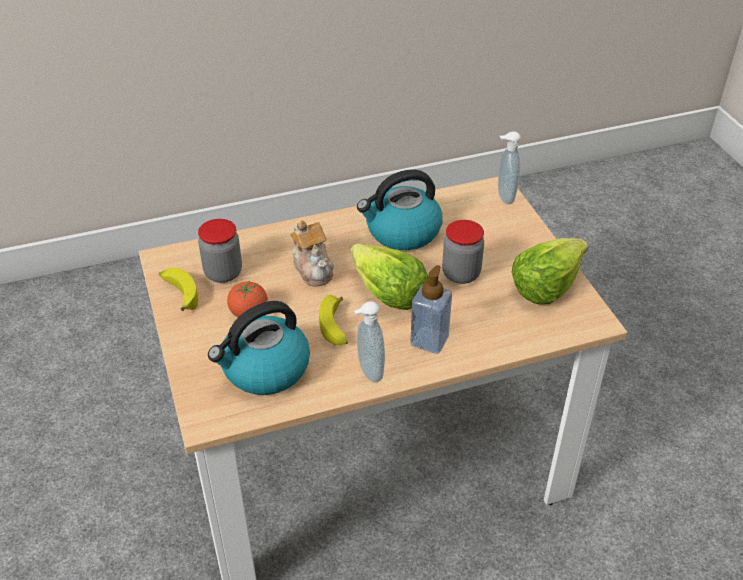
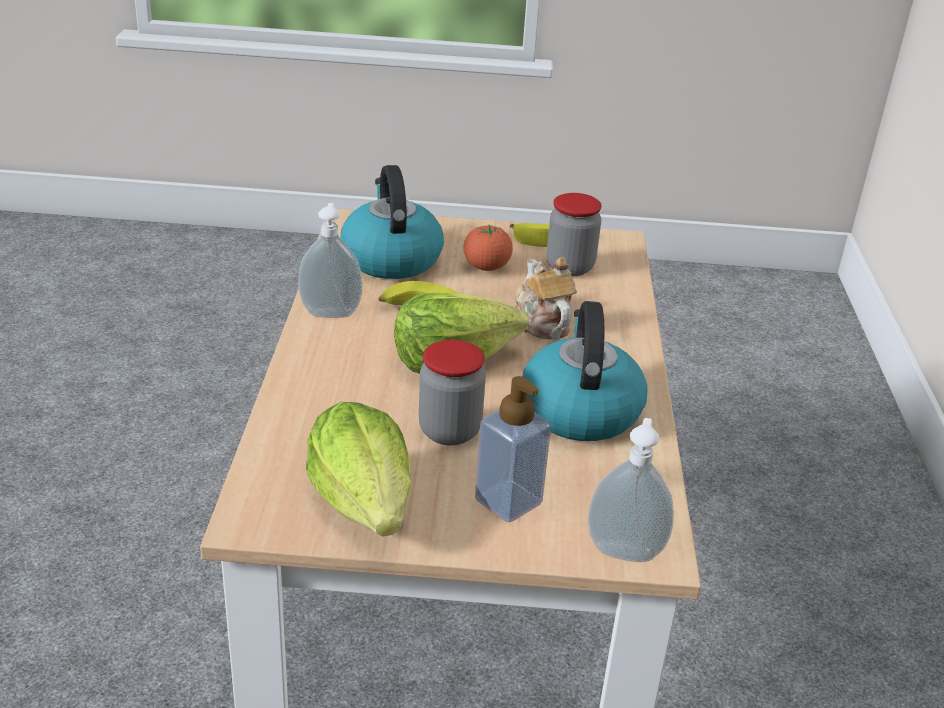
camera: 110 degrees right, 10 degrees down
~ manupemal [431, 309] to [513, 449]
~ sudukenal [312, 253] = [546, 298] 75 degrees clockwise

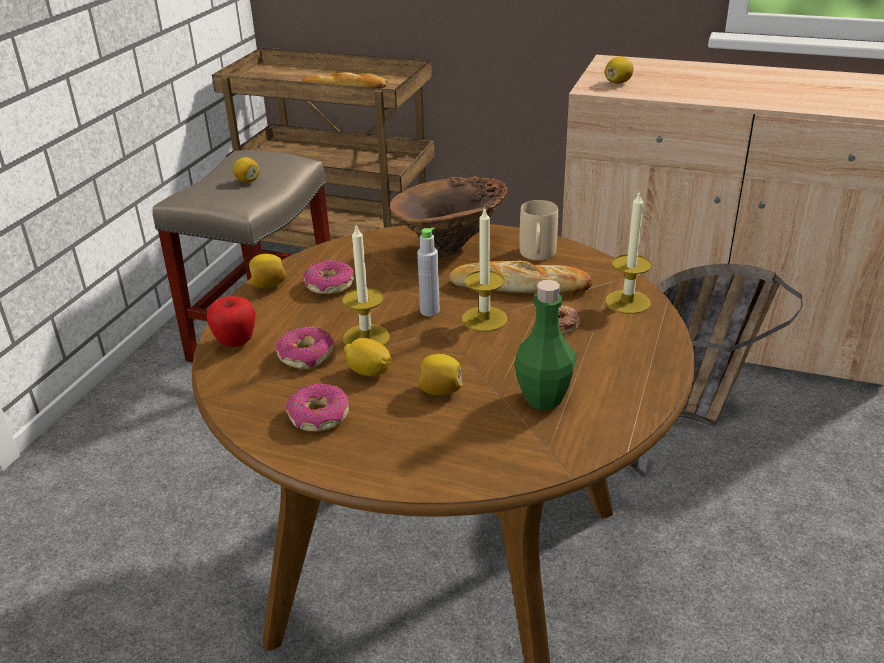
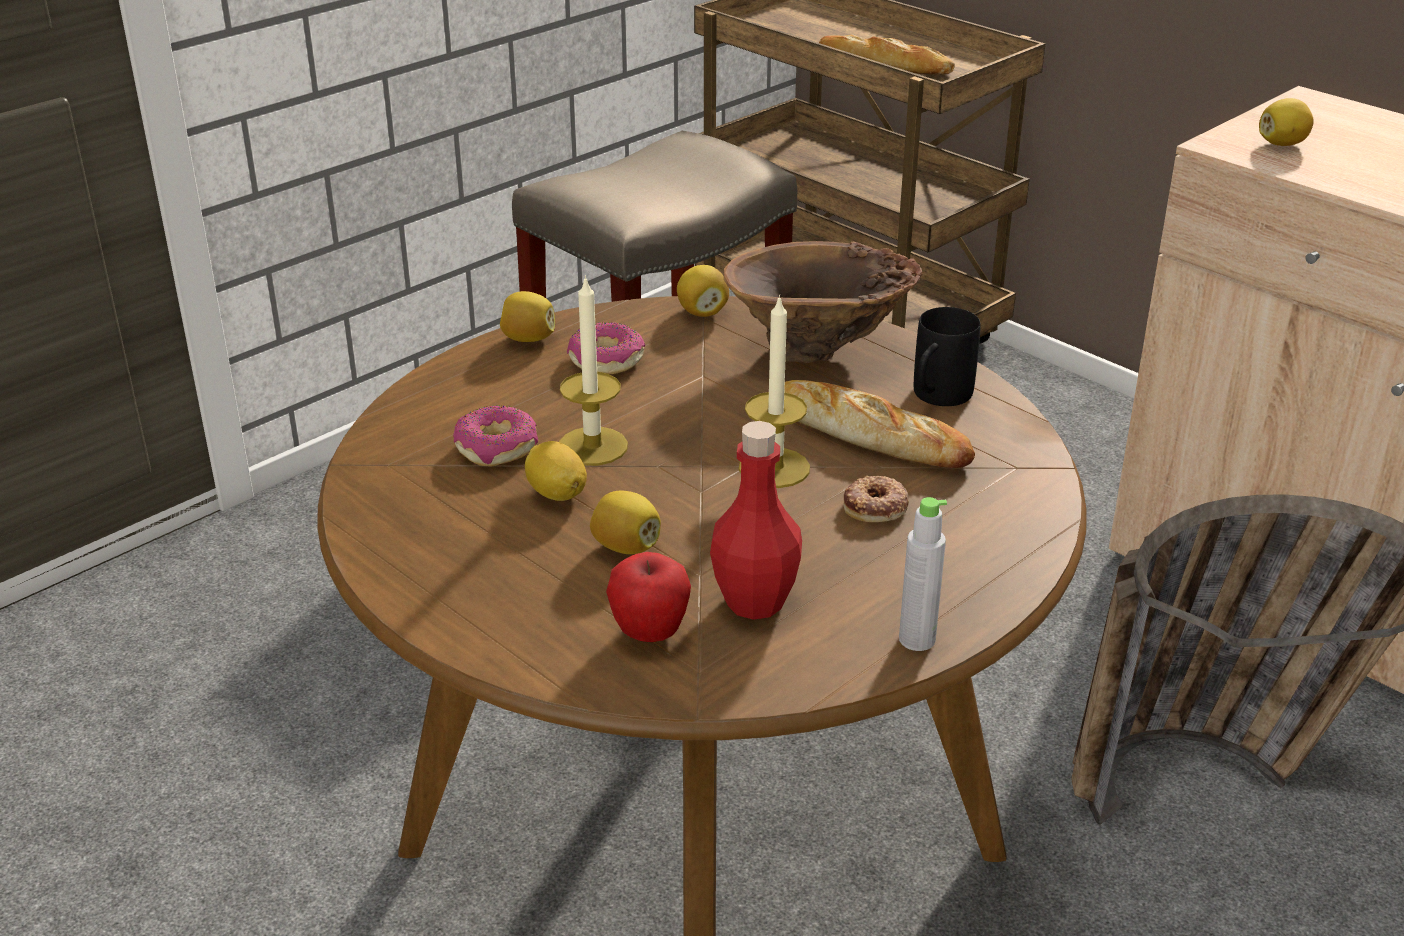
camera: 25 degrees right, 0 degrees up
~ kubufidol [231, 321] to [648, 597]
~ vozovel [246, 170] to [703, 291]
~ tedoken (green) [545, 345] to tedoken (red) [756, 520]
~ tedoken (grey) [428, 272] to [923, 574]
~ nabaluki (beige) [539, 230] to nabaluki (black) [947, 356]
- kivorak [317, 407]
- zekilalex [628, 252]

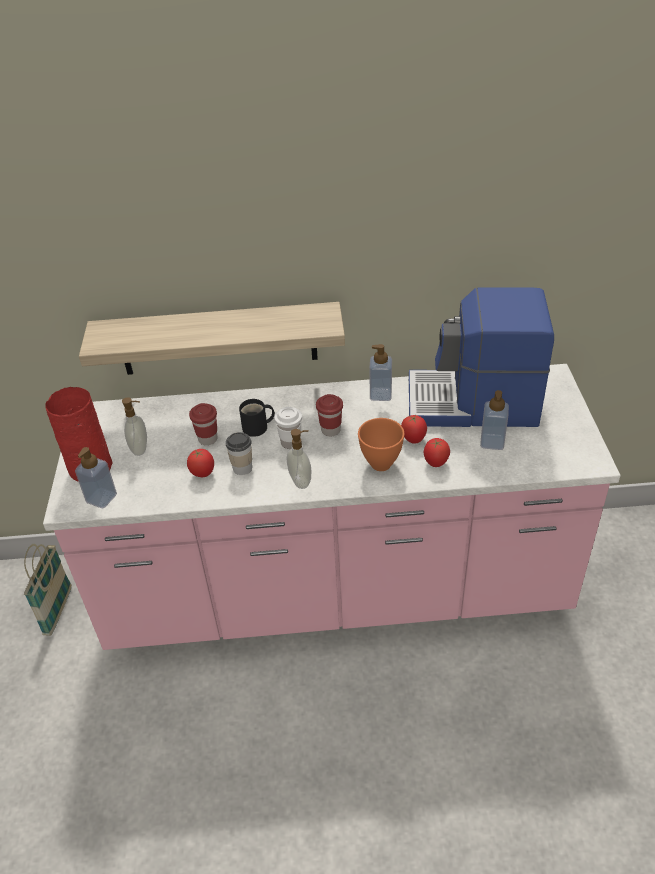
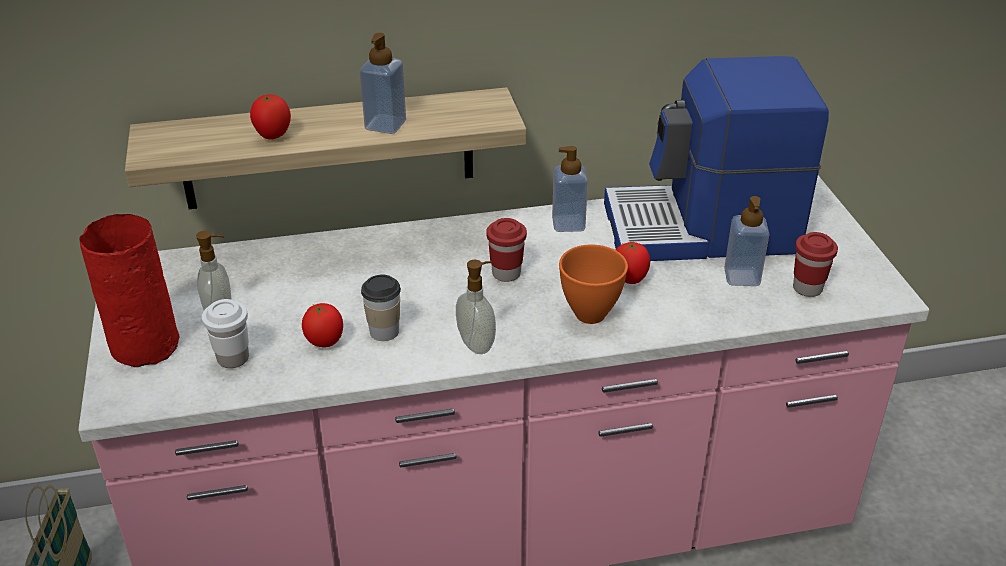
camera: 10 degrees left, 5 degrees down
~ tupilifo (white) [288, 428] to [225, 333]
~ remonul [437, 452] to [270, 117]
~ manupemal [96, 477] to [383, 83]
~ tupilifo (red) [203, 424] to [815, 264]
- nabaluki (black) [257, 418]

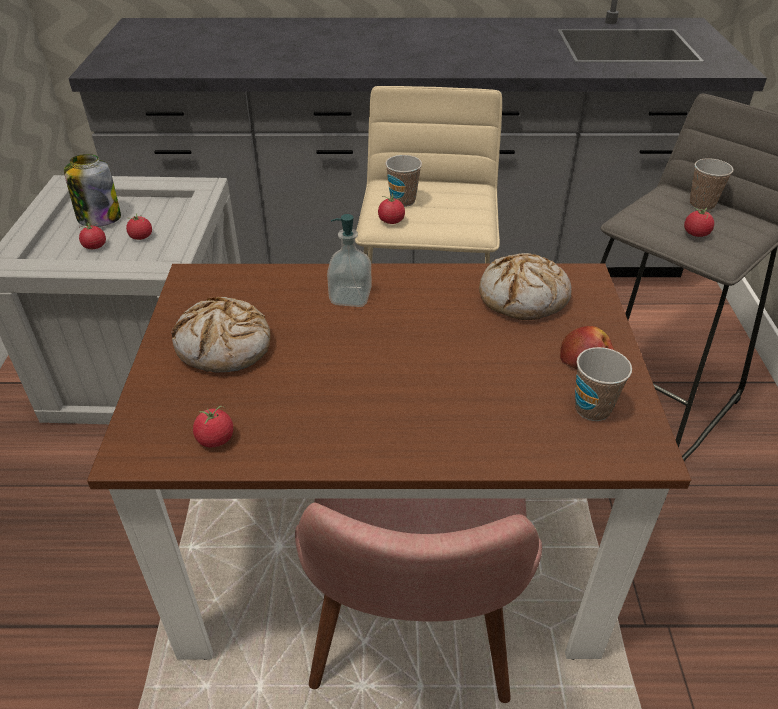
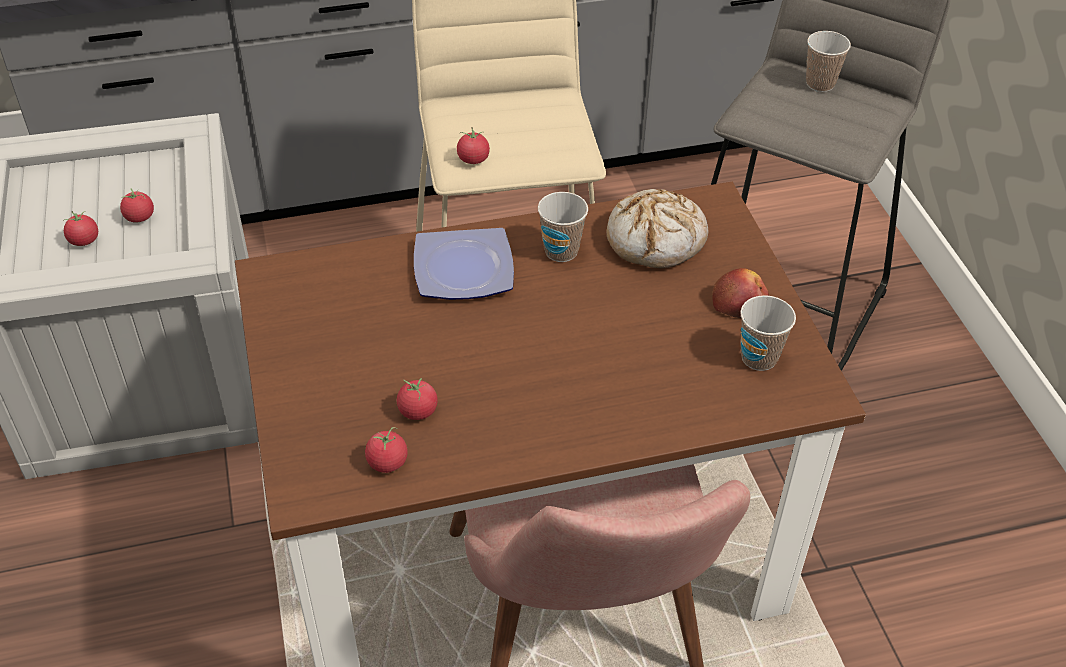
camera: 15 degrees left, 5 degrees up
~ remonul [699, 222] to [417, 399]
~ manupemal [349, 260] to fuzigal [464, 264]
~ tupilifo [403, 181] to [563, 227]
- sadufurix [92, 190]
- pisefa [221, 334]

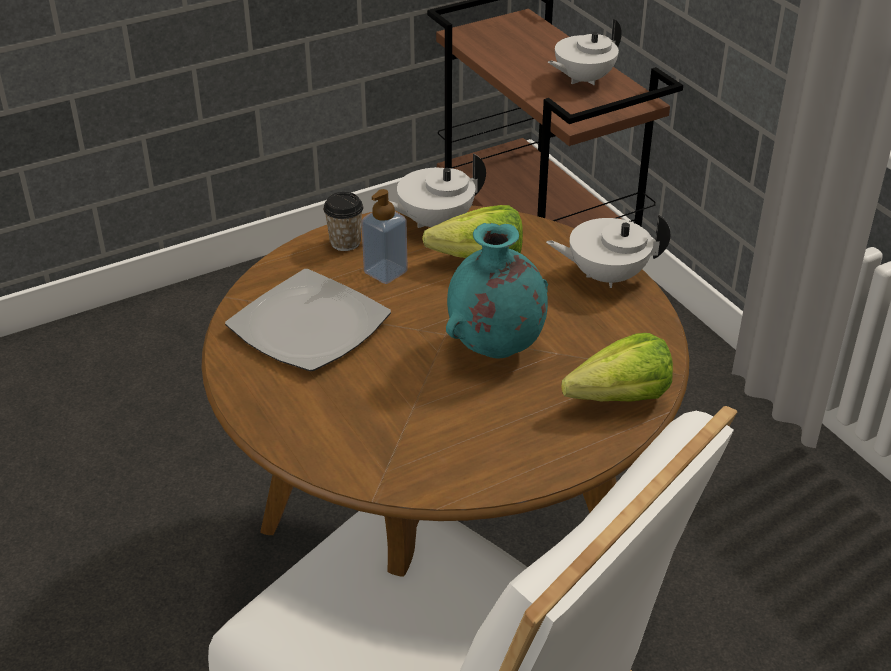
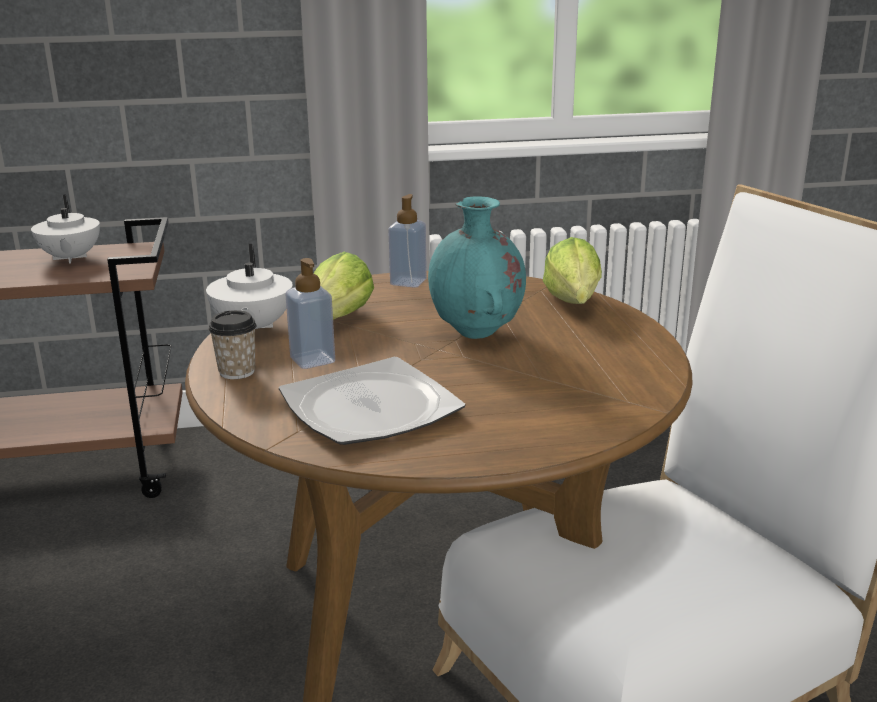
camera: 70 degrees left, 15 degrees down
~ sudukenal (white) [608, 251] to manupemal [407, 241]

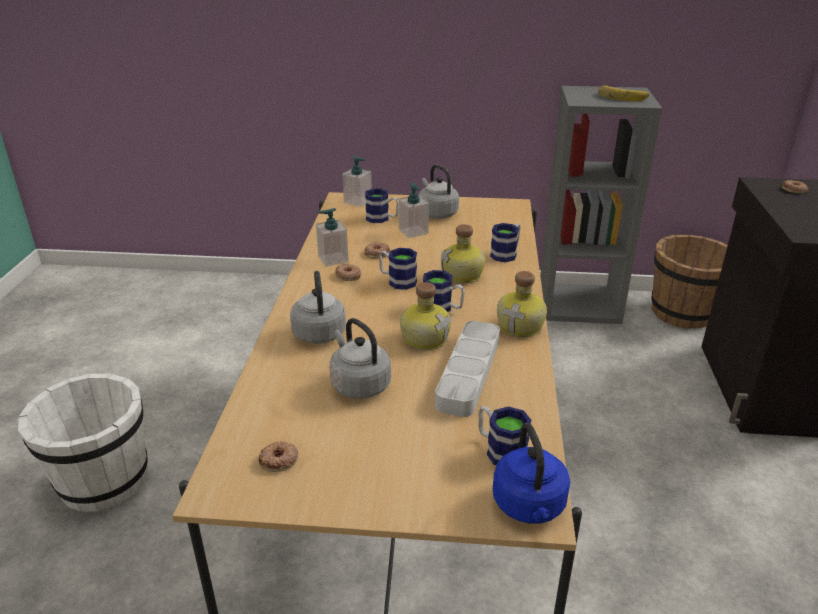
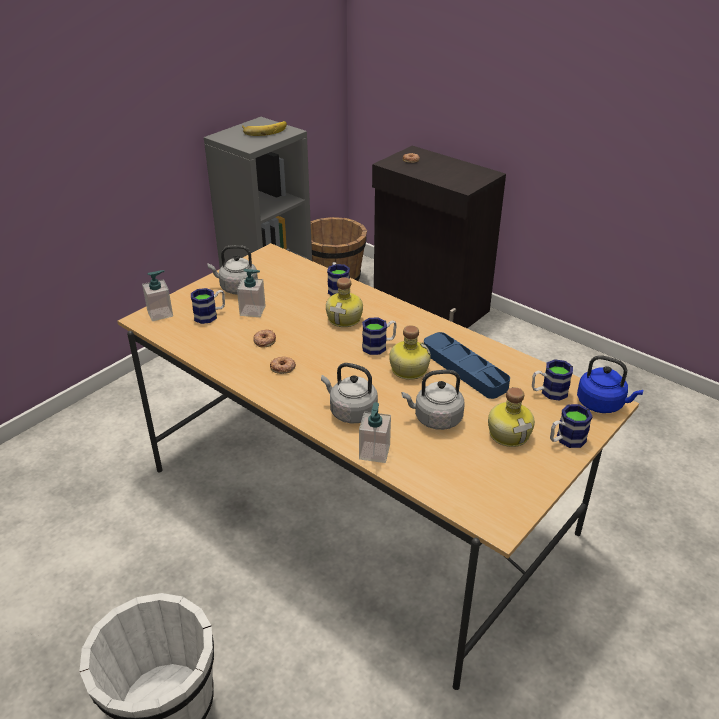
camera: 55 degrees left, 5 degrees up
~ manupemal [332, 237] to [375, 432]
~ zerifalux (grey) [467, 369] to zerifalux (blue) [467, 365]
~ tedoken [522, 304] to [511, 417]
~ nabaluki [398, 269] to [571, 426]
- kivorak [278, 456]

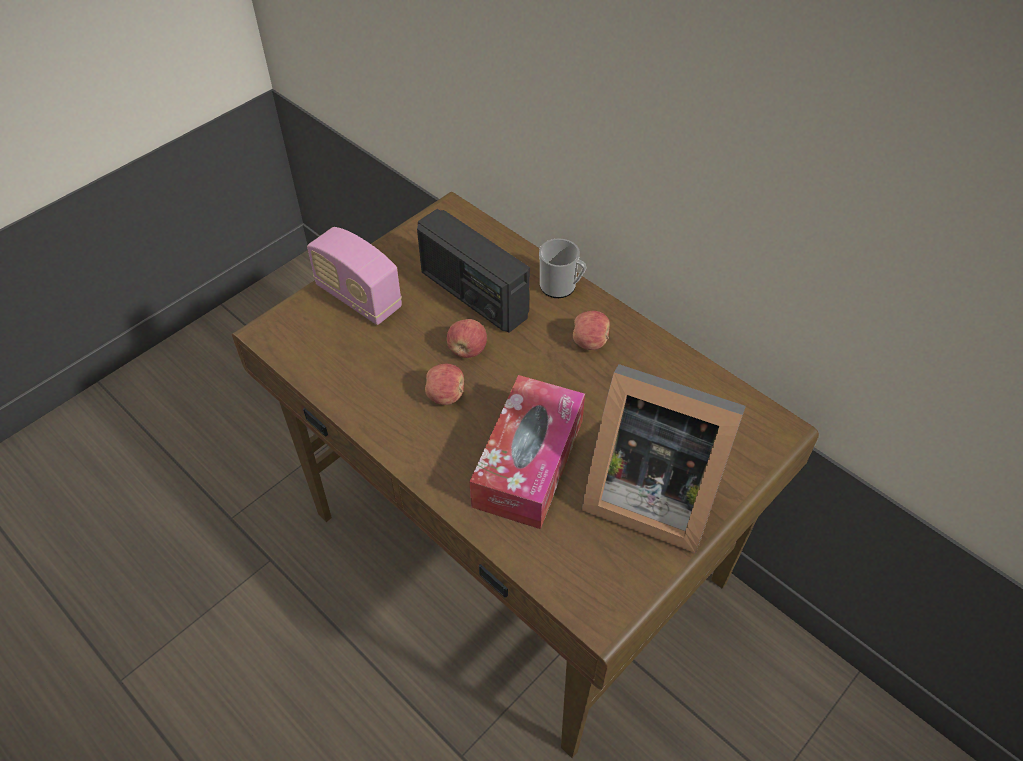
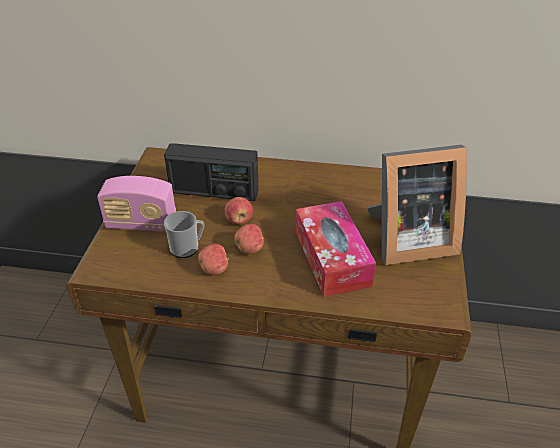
camera: 35 degrees left, 10 degrees down
~ nabaluki [562, 268] to [184, 234]
~ kubufidol [591, 330] to [213, 259]

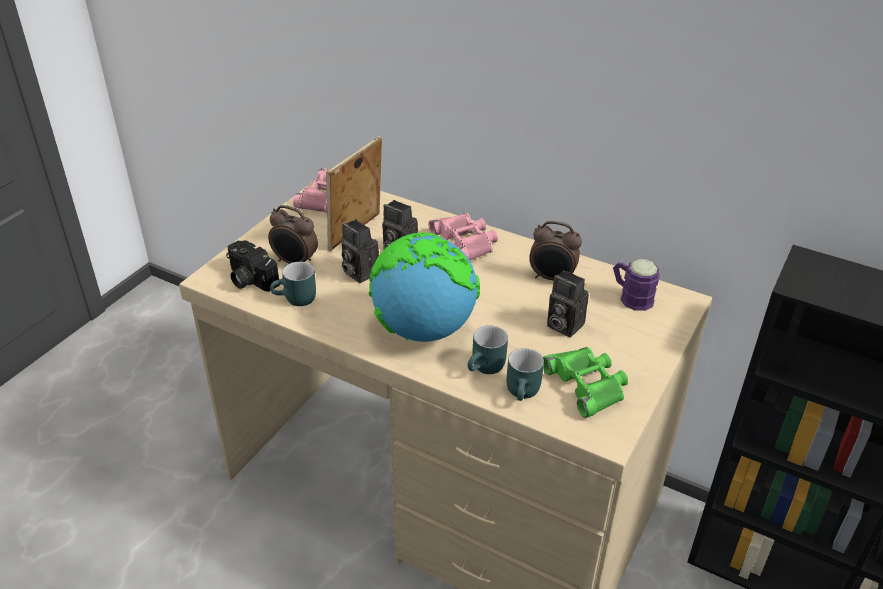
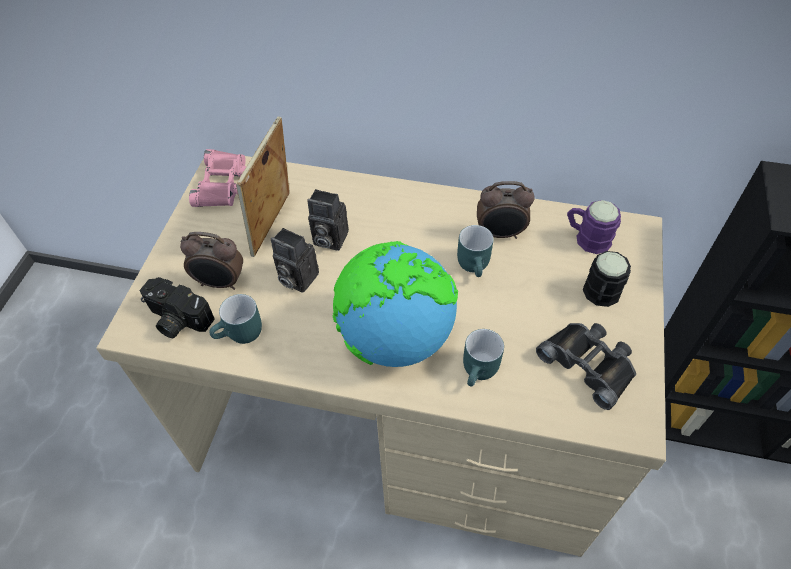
camera: 15 degrees left, 15 degrees up
~ nabaluki (turquoise) [525, 374] to [475, 251]
~ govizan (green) [585, 382] to govizan (black) [586, 366]
+ nabaluki (black) [607, 279]
- govizan (pink) [463, 236]
- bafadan [568, 303]

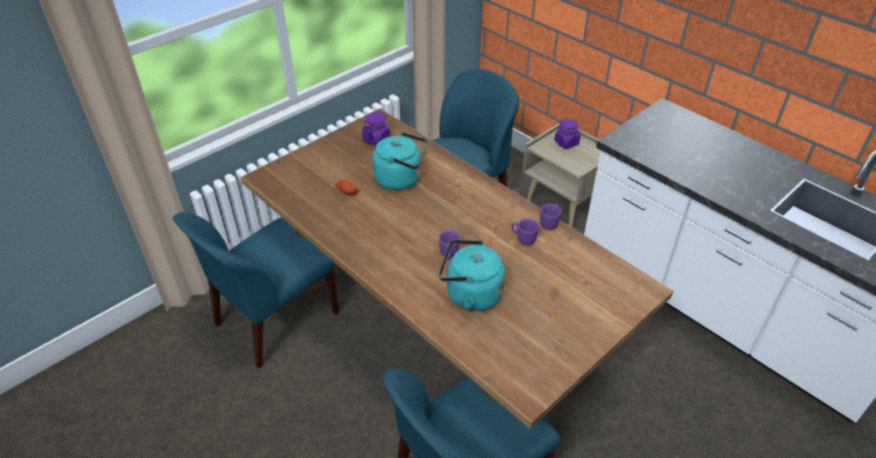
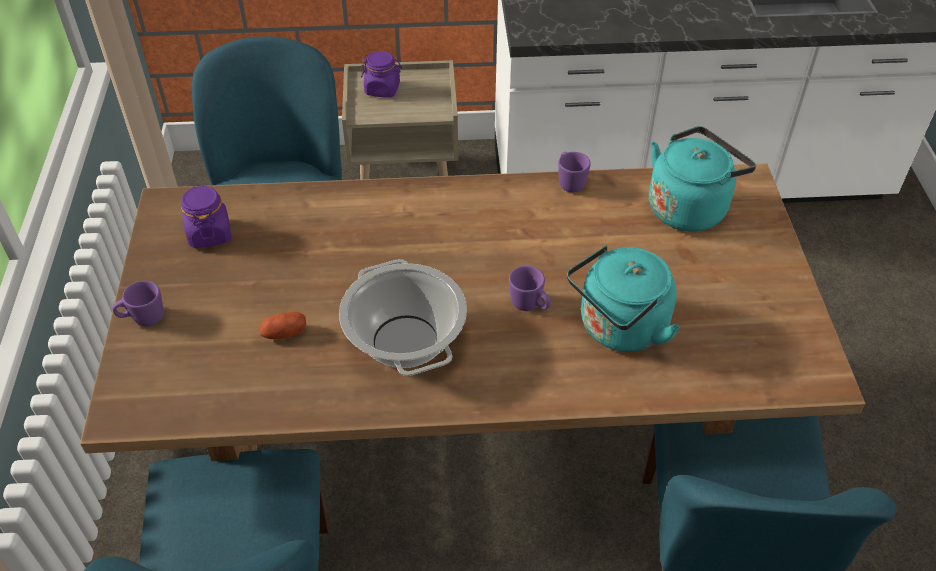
camera: 50 degrees left, 5 degrees up
~ nabaluki (purple) [525, 232] to [138, 303]
+ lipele [403, 317]
~ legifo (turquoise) [400, 161] to [702, 178]

